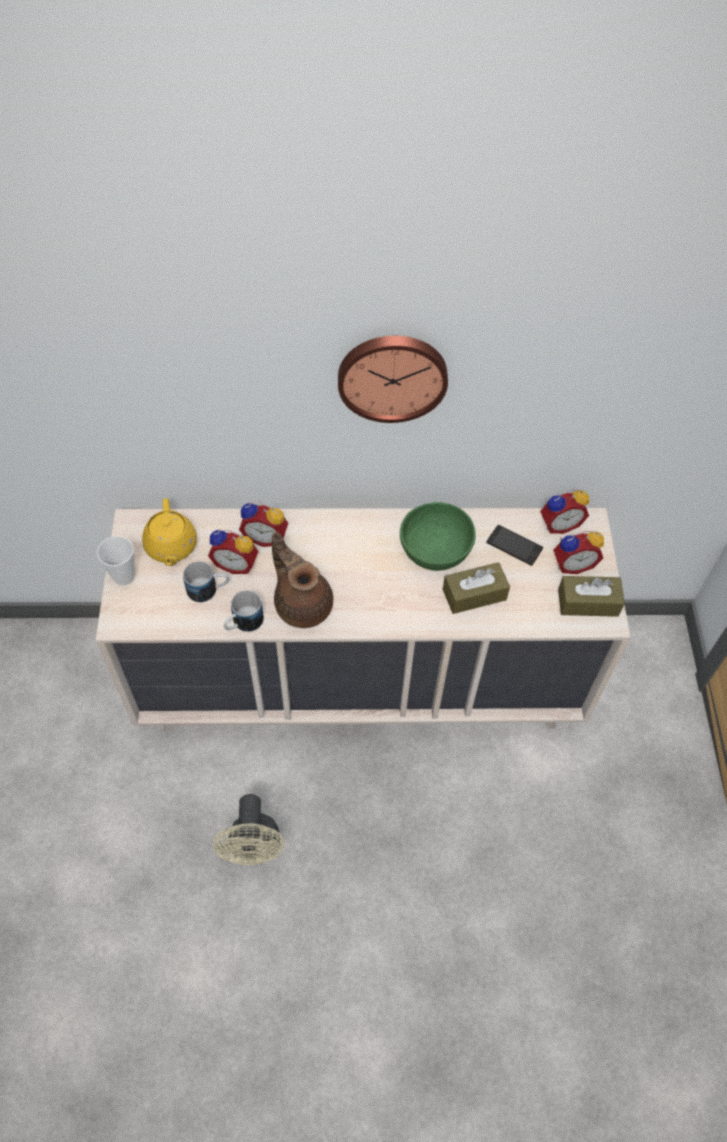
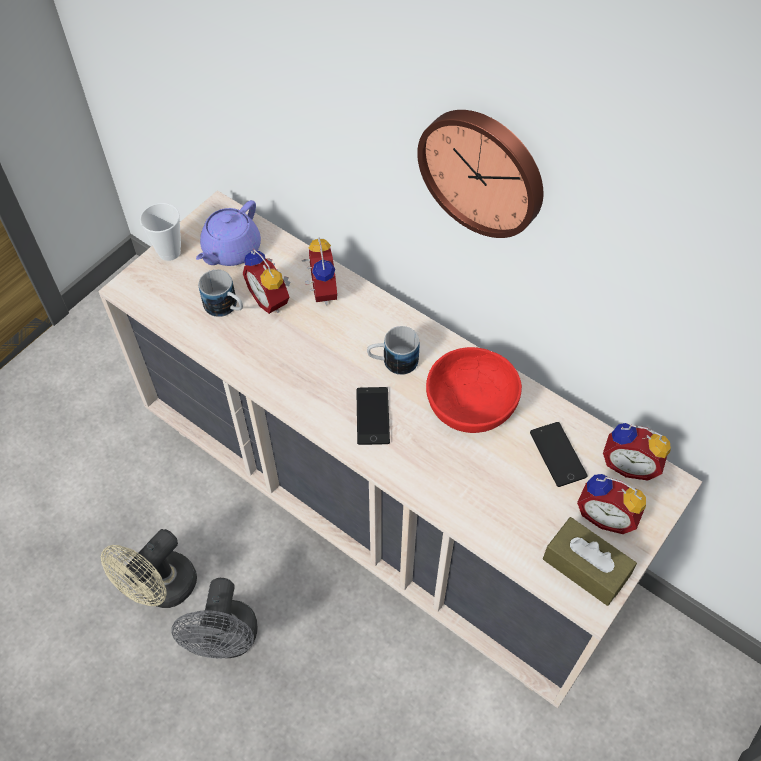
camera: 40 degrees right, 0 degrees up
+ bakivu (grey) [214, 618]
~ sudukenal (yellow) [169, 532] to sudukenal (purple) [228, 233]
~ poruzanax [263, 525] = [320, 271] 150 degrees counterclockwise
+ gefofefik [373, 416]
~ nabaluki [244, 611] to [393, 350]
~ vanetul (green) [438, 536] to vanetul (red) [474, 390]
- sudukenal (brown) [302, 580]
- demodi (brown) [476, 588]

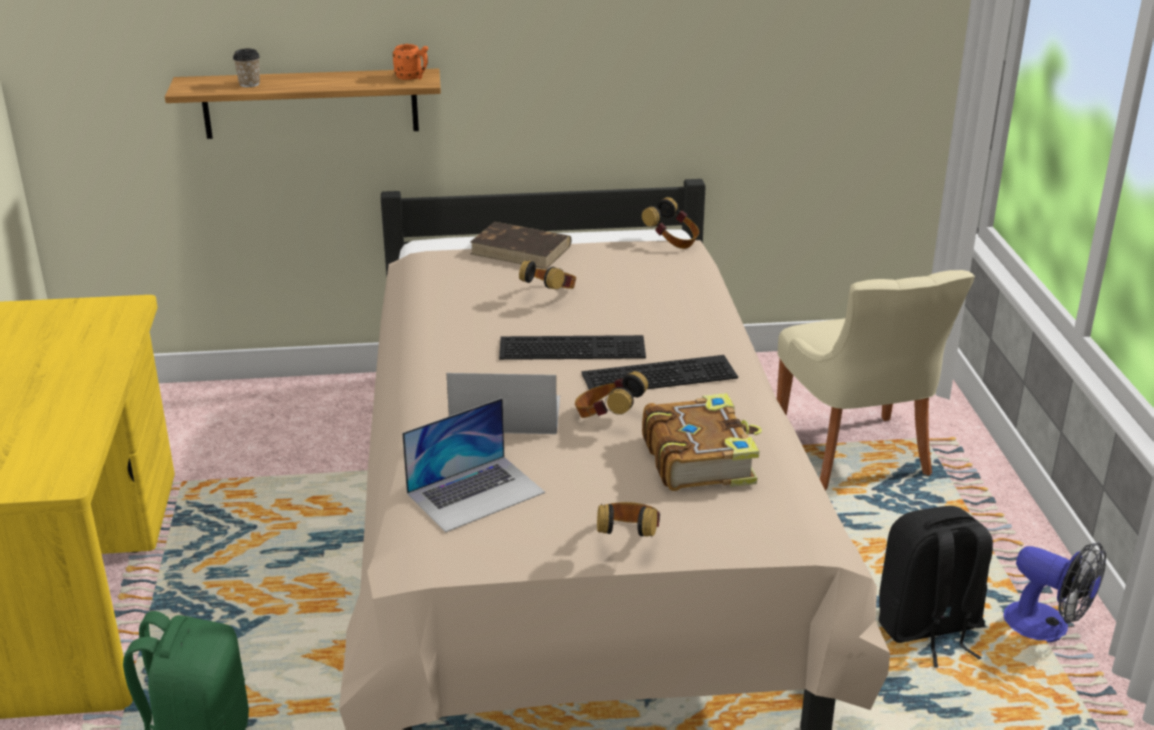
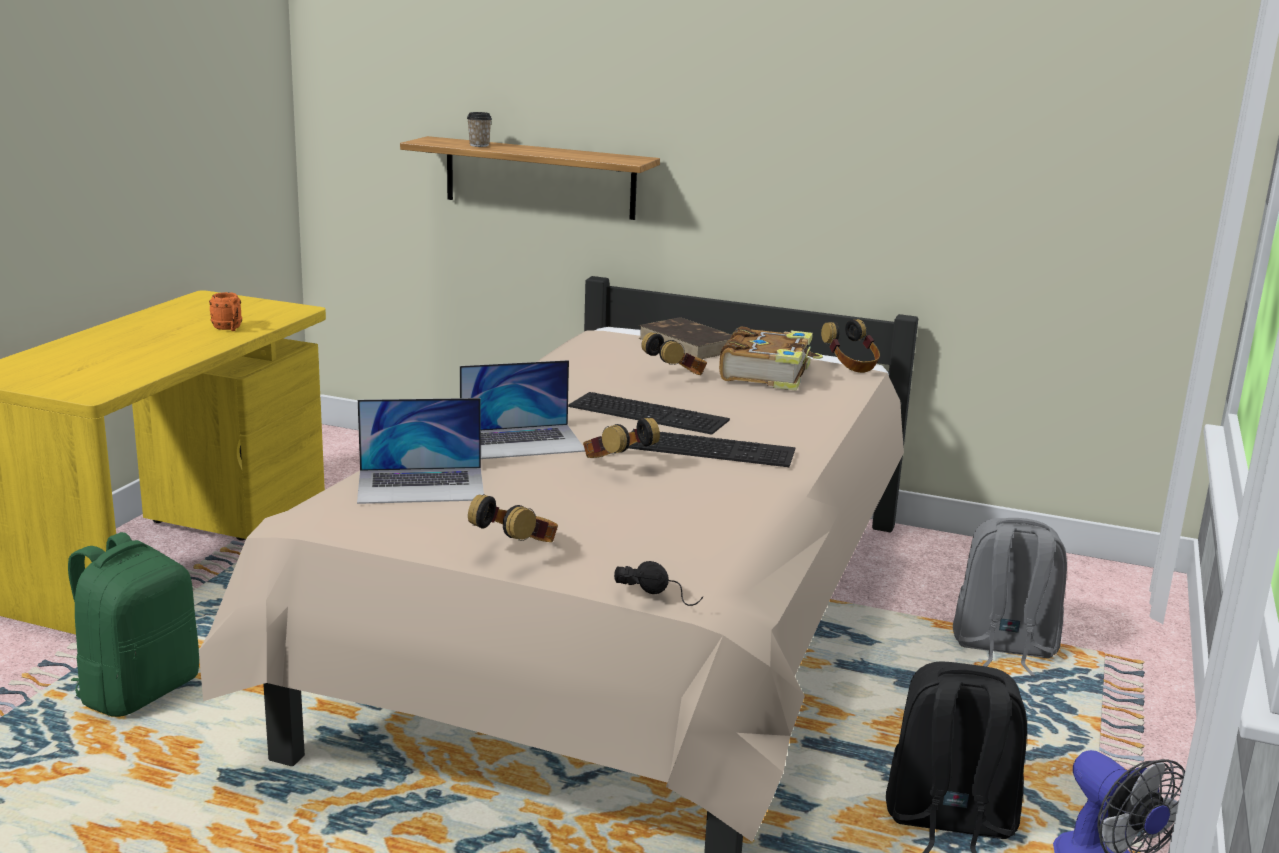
camera: 25 degrees right, 10 degrees down
~ nabaluki (orange) [410, 62] to [225, 311]
~ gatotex [503, 403] = [522, 409] 135 degrees clockwise
+ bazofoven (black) [658, 583]
~ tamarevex [702, 442] to [771, 358]
~ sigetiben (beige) [876, 380] to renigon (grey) [1010, 597]

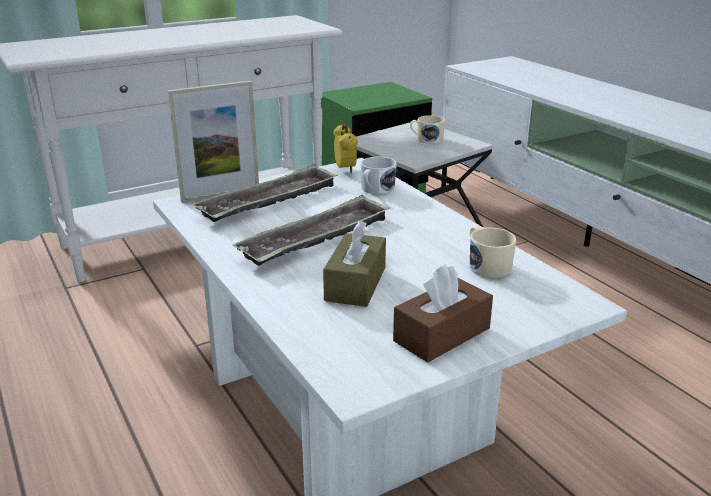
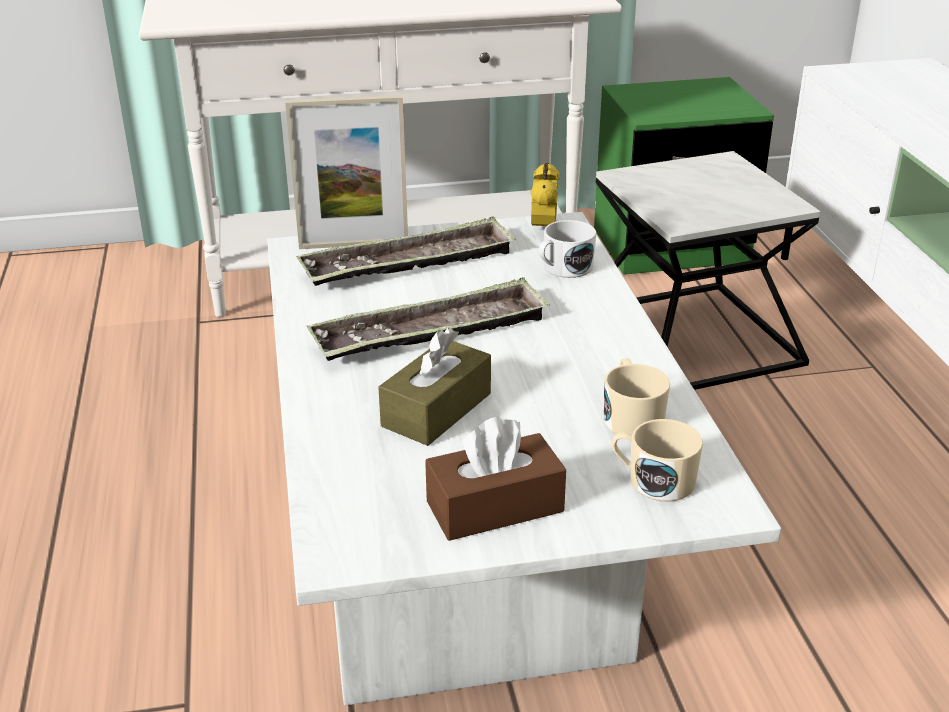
camera: 20 degrees right, 5 degrees up
~ nabaluki (beige) [427, 129] to [657, 460]

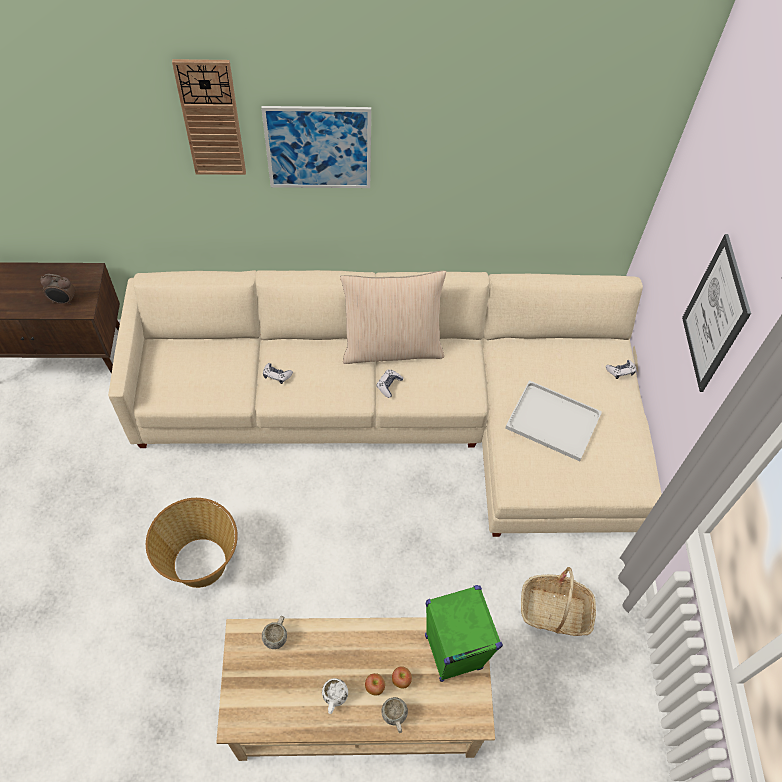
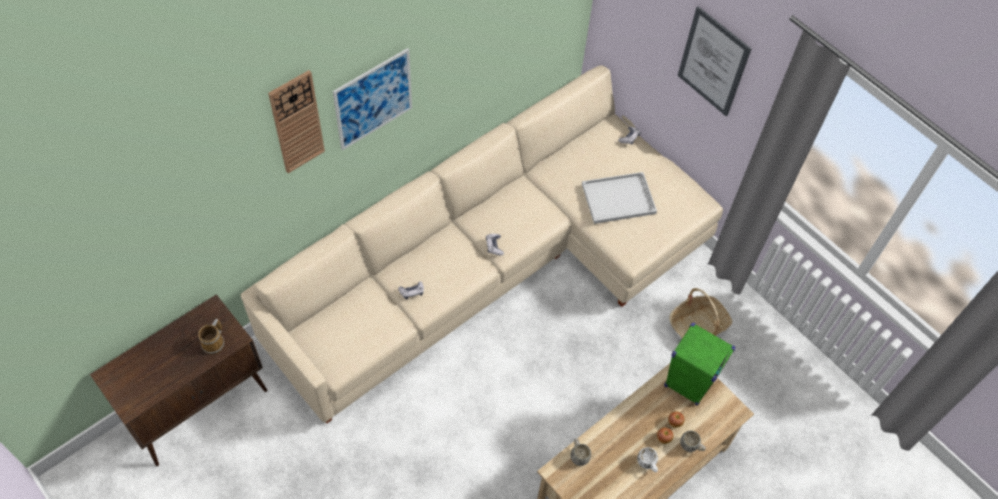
camera: 40 degrees left, 0 degrees up
~ poruzanax [57, 289] to nabaluki [211, 337]
- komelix [192, 543]
- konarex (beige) [393, 317]

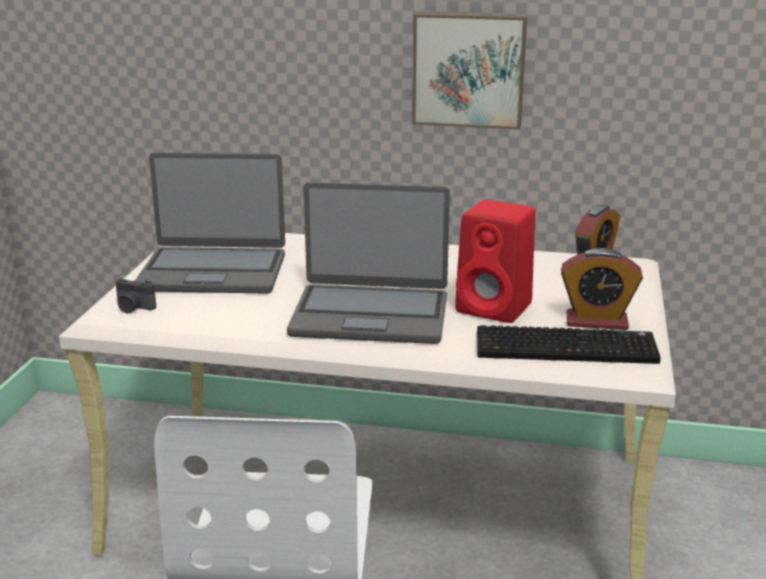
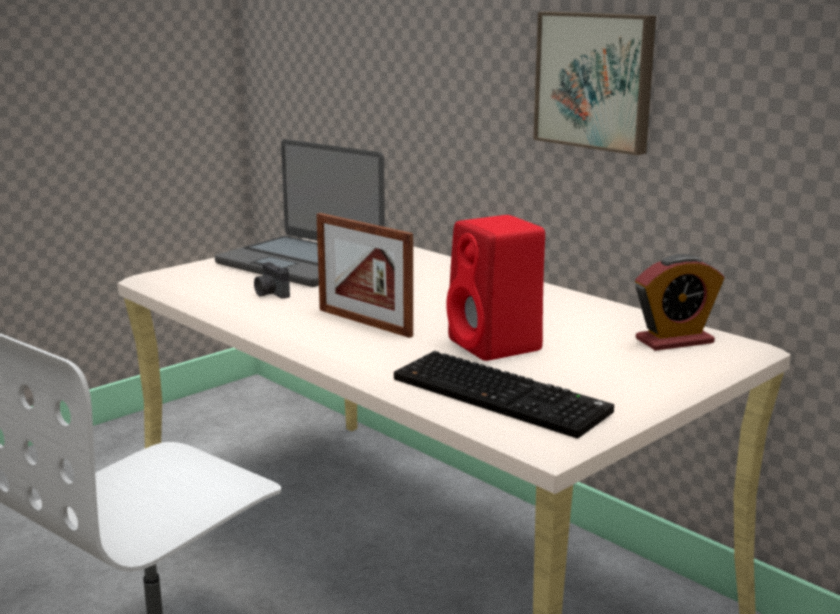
camera: 35 degrees right, 5 degrees down
~ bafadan [135, 296] to [272, 280]
~ gatotex [368, 263] to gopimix [365, 275]
- poruzanax [602, 289]

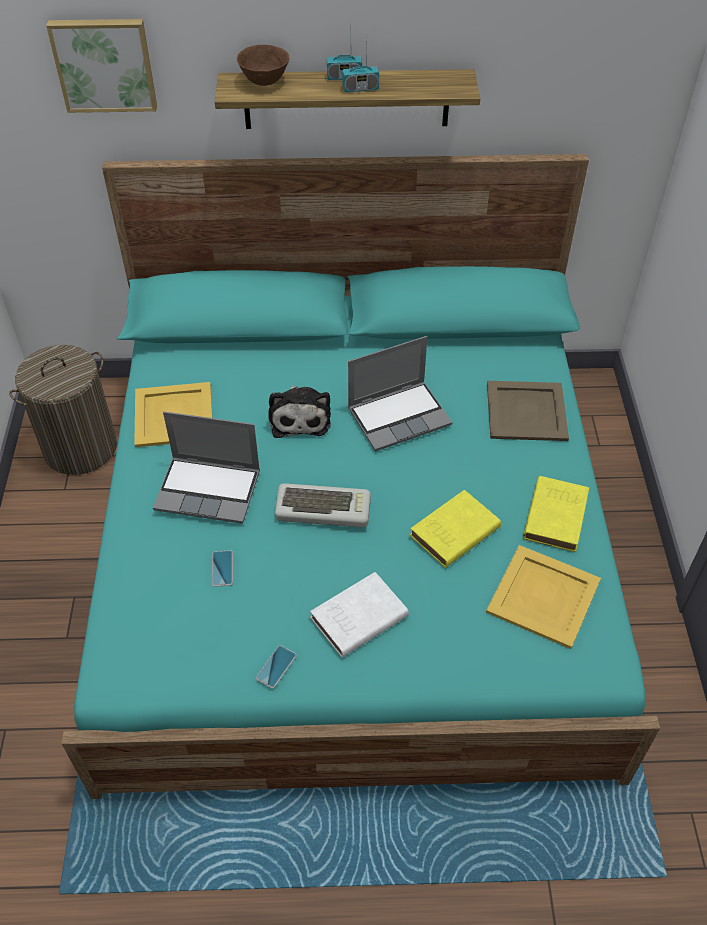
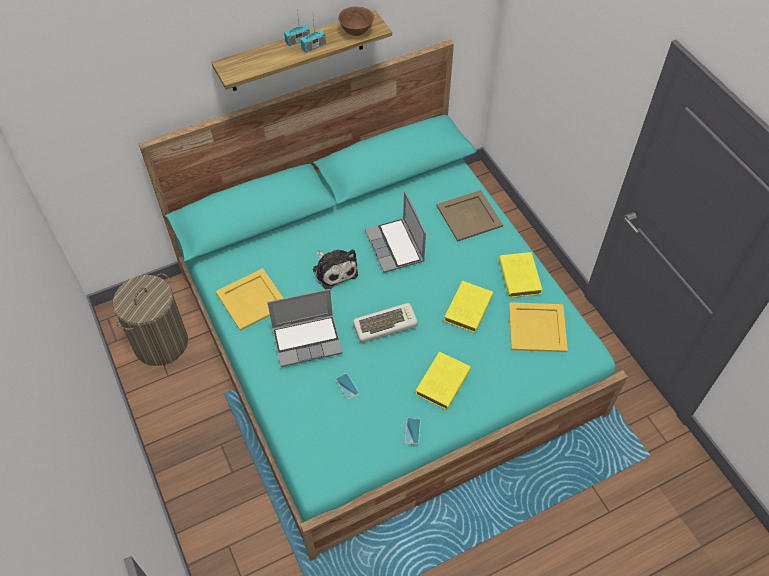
camera: 25 degrees left, 5 degrees up
~ vanetul (brown) [263, 65] to [356, 21]
~ gatotex [400, 394] = [395, 232] 120 degrees clockwise
~ tamarevex (white) [359, 615] to tamarevex (yellow) [443, 381]
- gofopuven [101, 66]

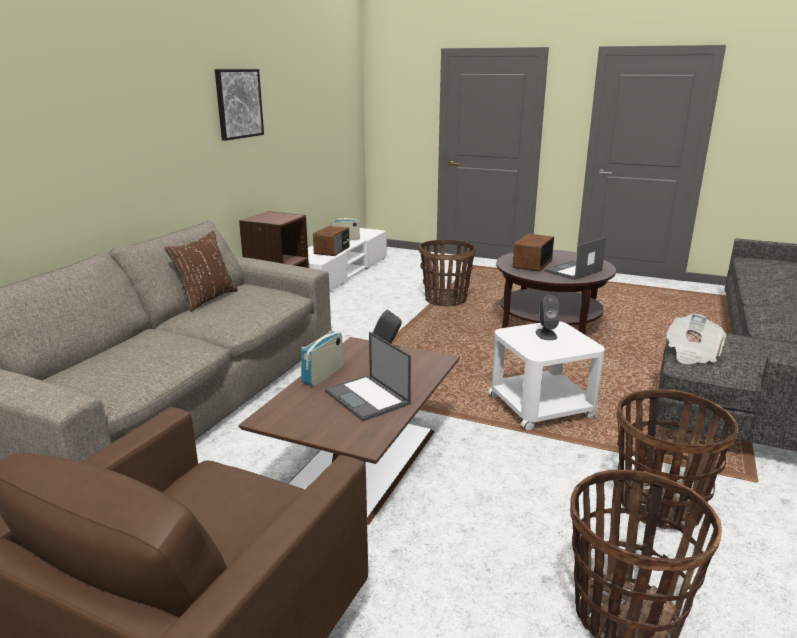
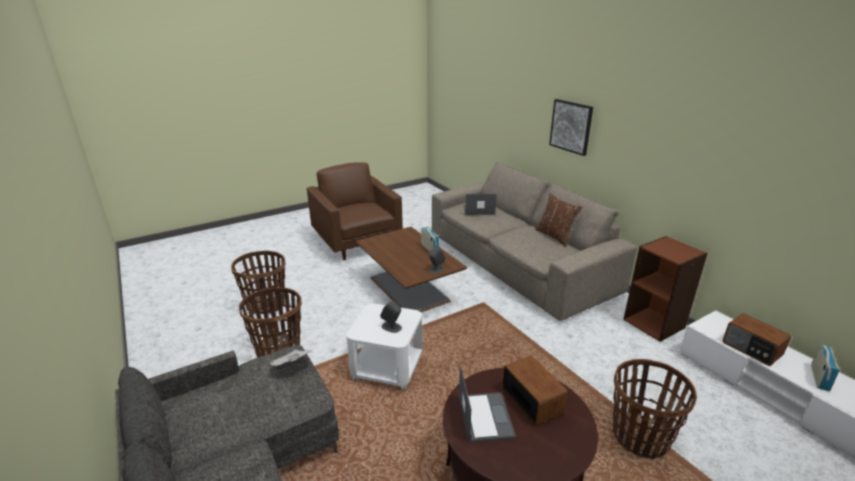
camera: 125 degrees right, 5 degrees up
~ gatotex [368, 376] to [480, 204]
~ gofopuven [239, 105] to [571, 127]

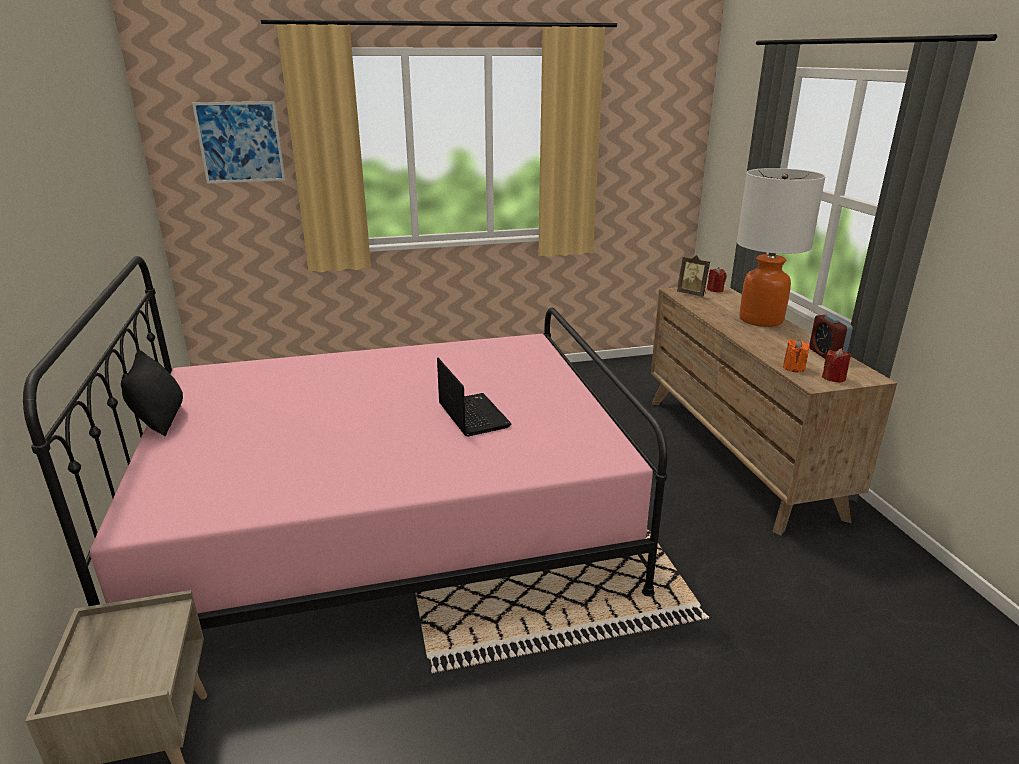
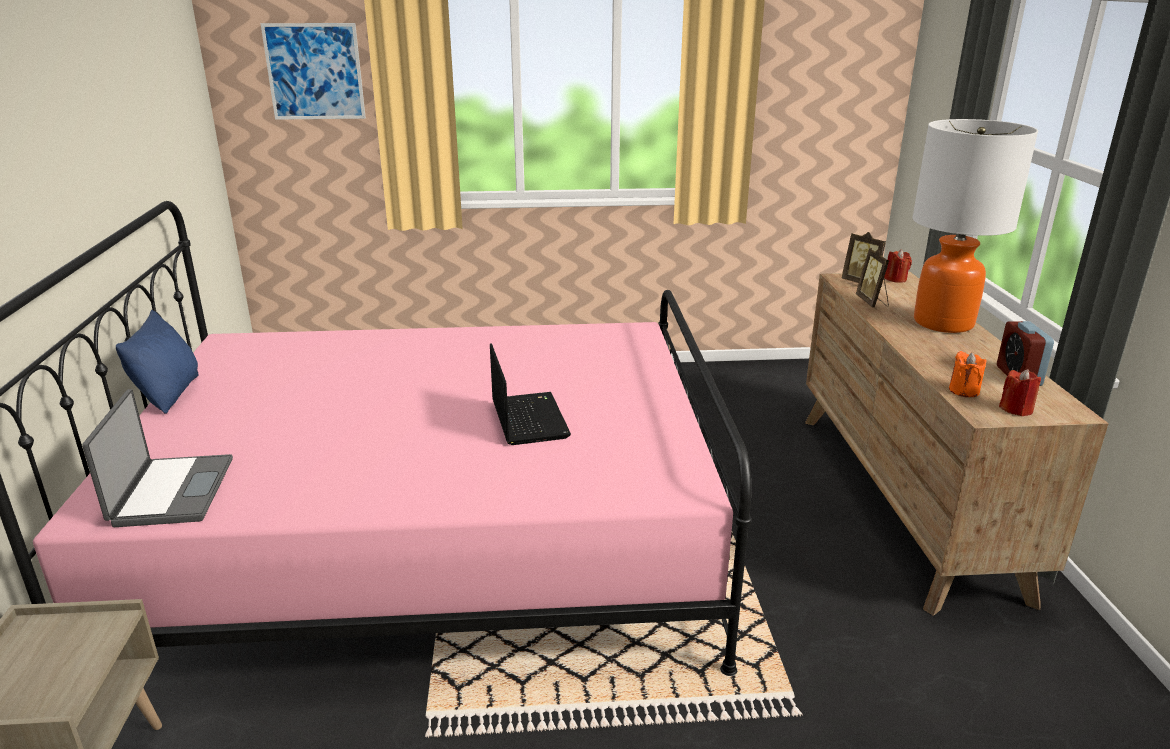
camera: 10 degrees right, 0 degrees up
+ gatotex [157, 458]
~ konarex (black) [152, 393] to konarex (blue) [157, 362]
+ gopimix [872, 277]

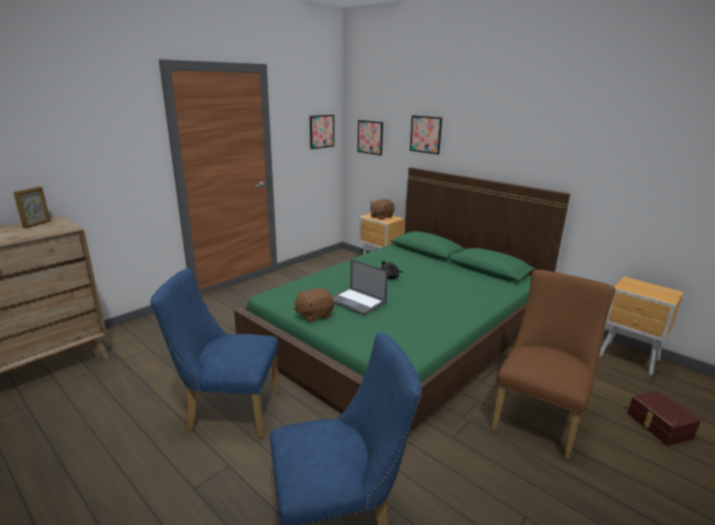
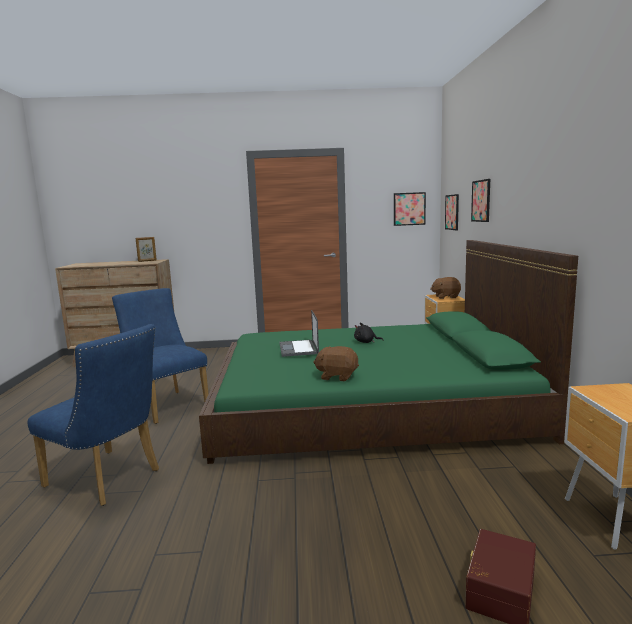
camera: 45 degrees right, 10 degrees down
~ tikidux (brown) [314, 305] to [336, 363]
- sigetiben (brown) [553, 365]

